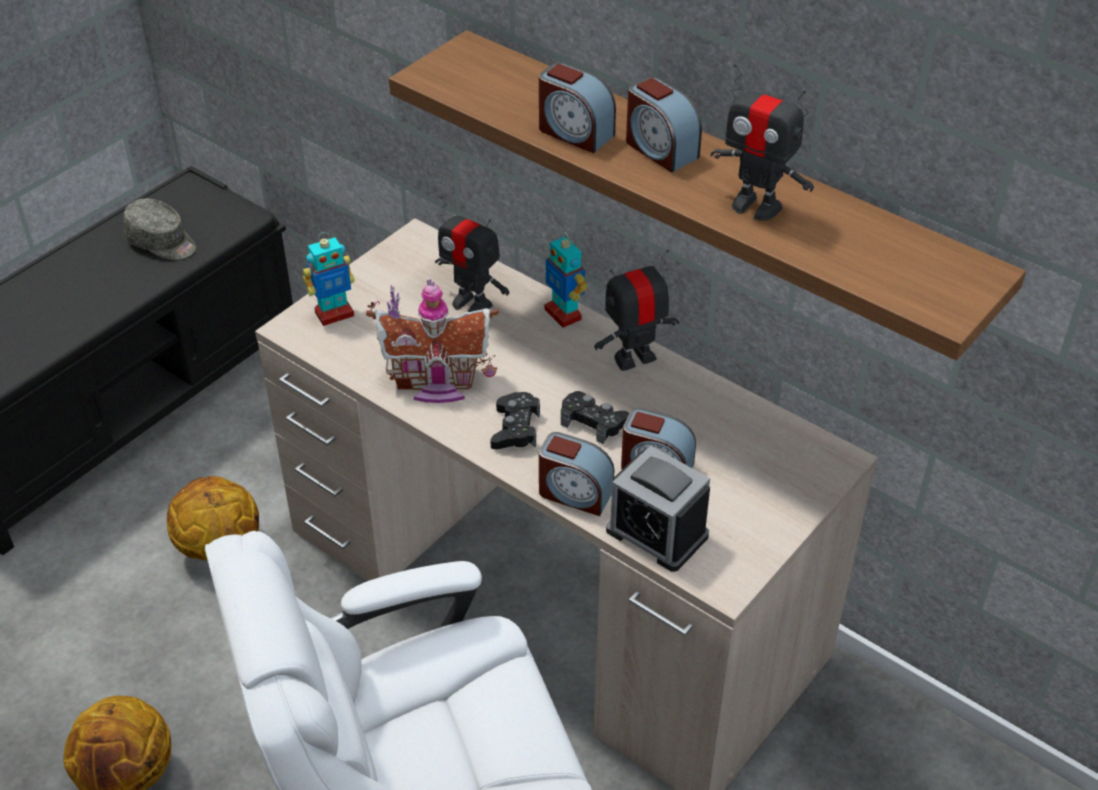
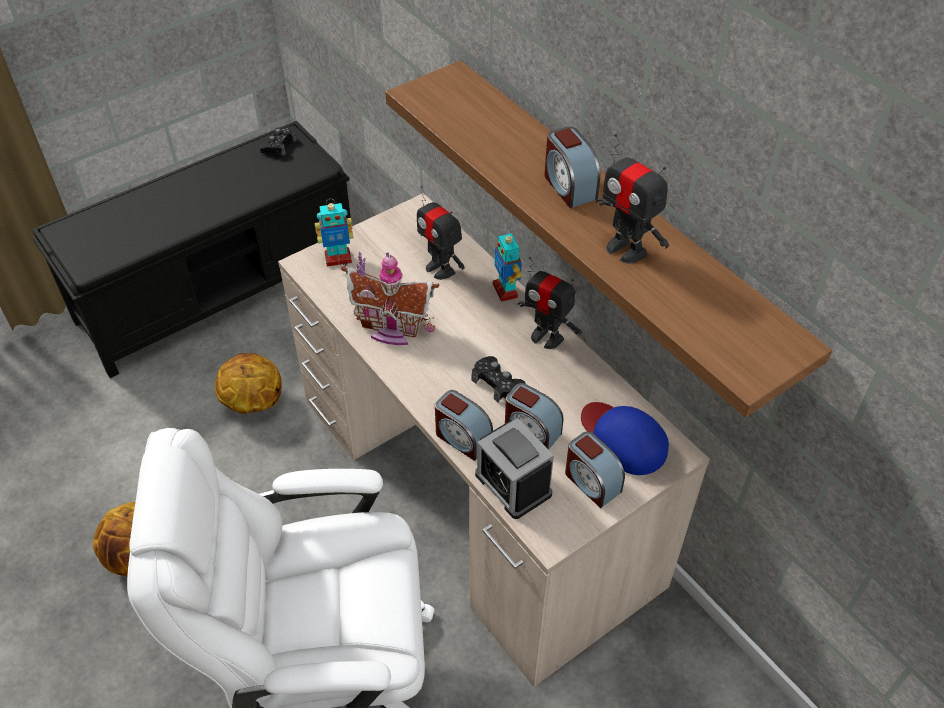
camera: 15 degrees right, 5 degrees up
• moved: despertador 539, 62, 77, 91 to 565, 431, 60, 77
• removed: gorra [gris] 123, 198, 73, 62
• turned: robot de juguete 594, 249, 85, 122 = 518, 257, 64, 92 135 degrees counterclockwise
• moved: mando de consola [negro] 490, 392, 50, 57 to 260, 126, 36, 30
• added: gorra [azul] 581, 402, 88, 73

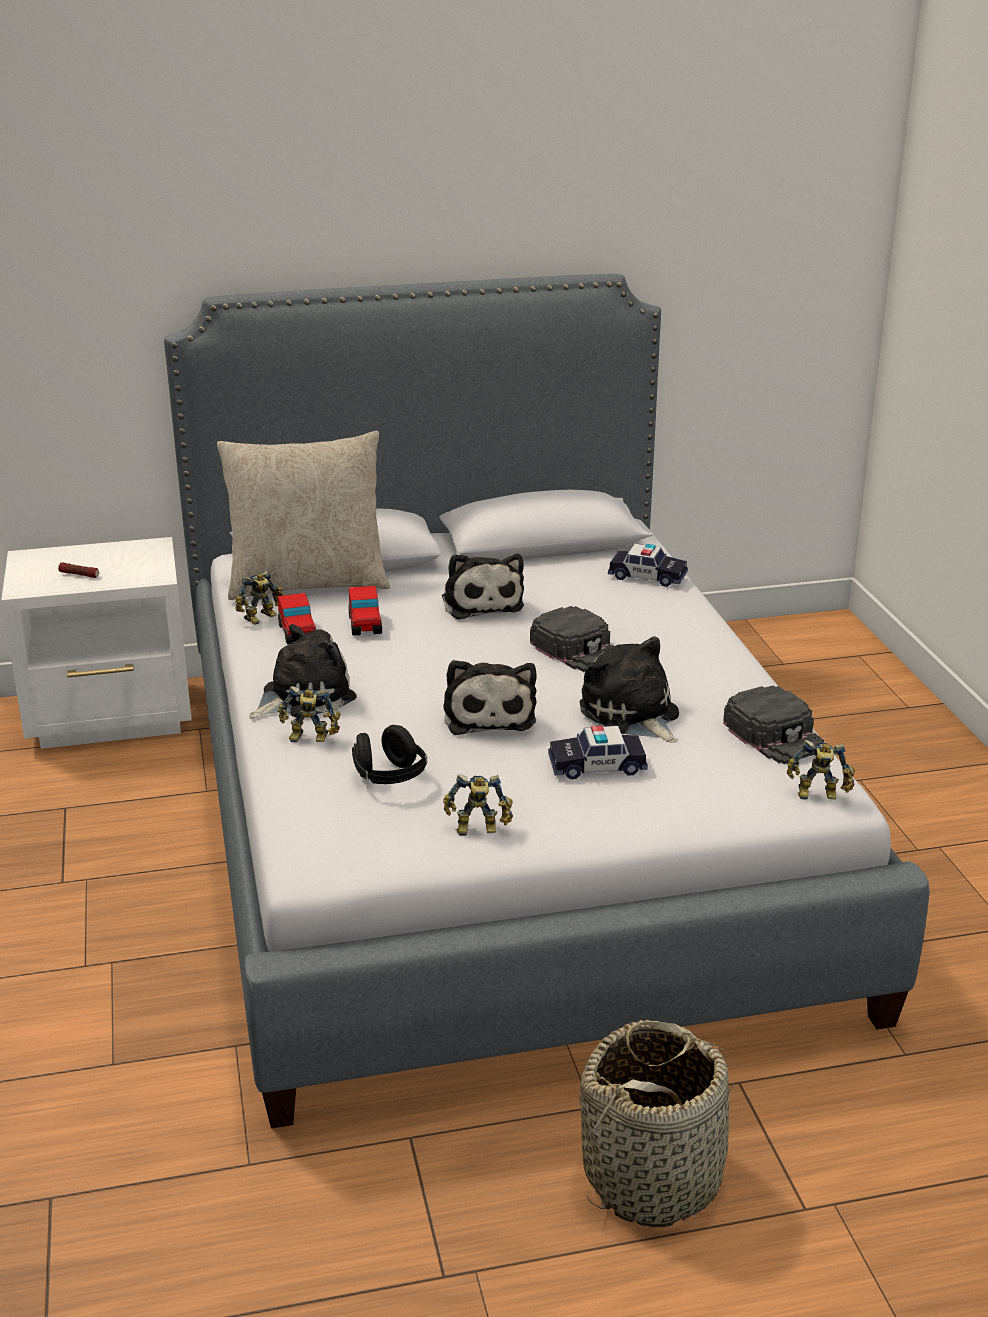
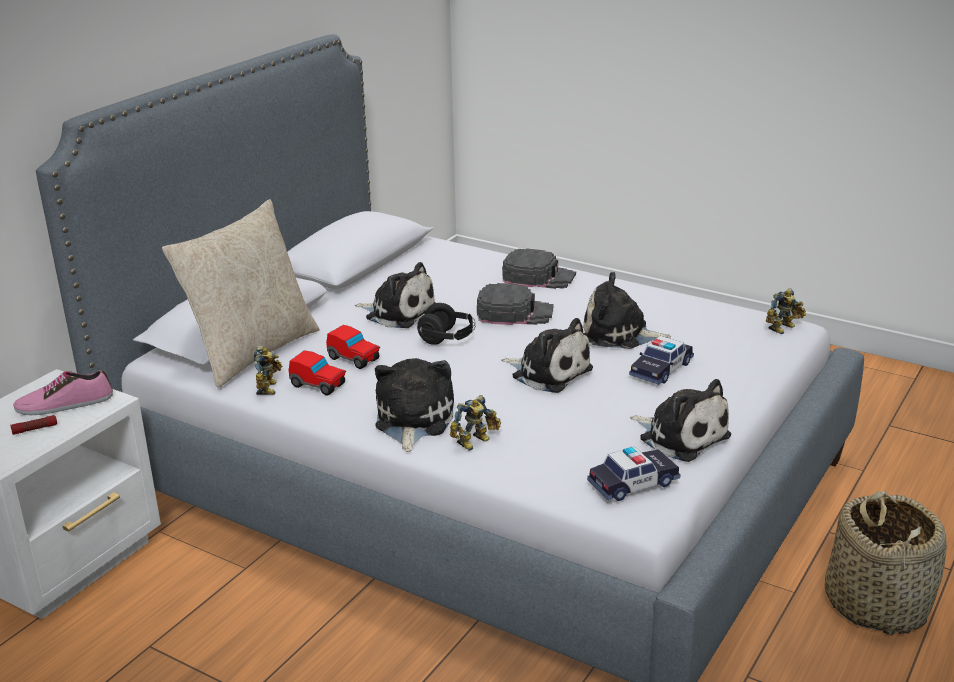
camera: 45 degrees left, 0 degrees up
• moved: coche de juguete 608, 544, 80, 43 to 587, 447, 94, 54
• moved: gorra [negro] 723, 685, 101, 79 to 502, 248, 74, 41
• moved: auriculares [negro] 352, 725, 75, 59 to 417, 303, 58, 42
• replaced: robot de juguete 443, 774, 70, 62 to peluche 630, 379, 101, 83
• added: zapato 13, 370, 100, 45

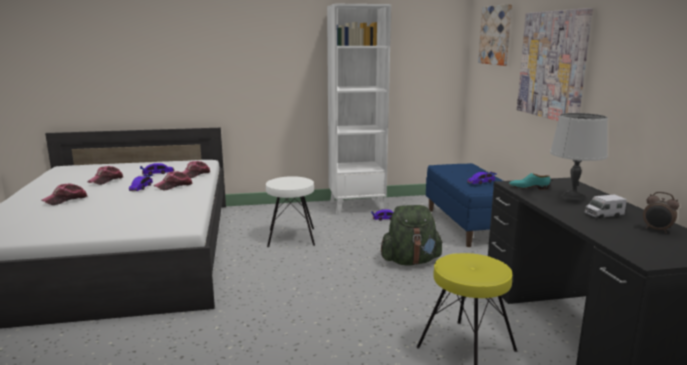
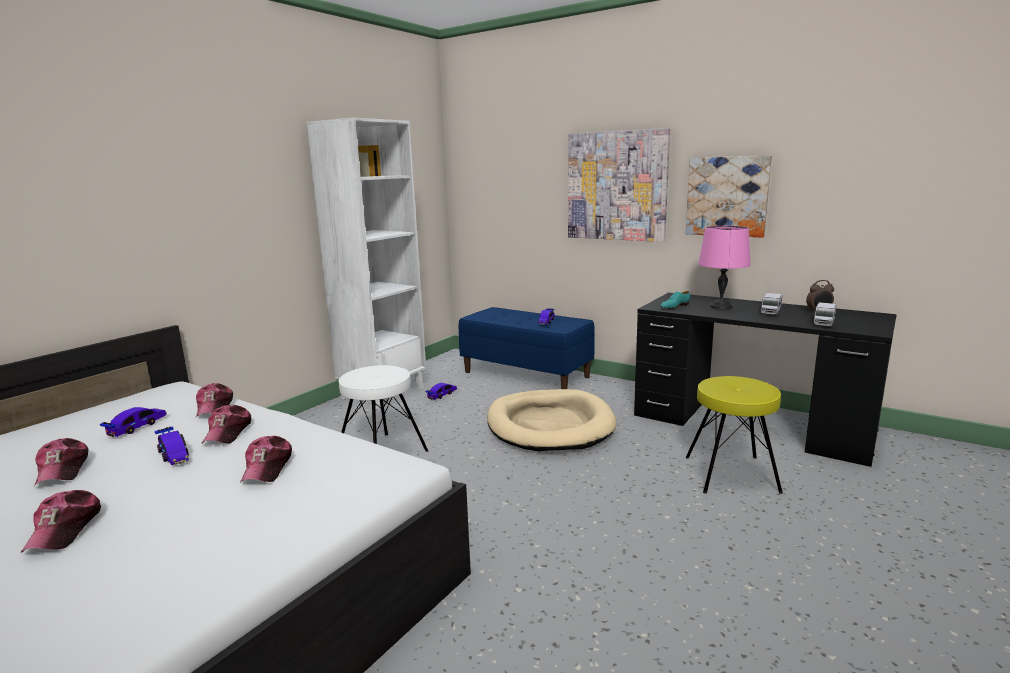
camera: 45 degrees left, 0 degrees up
• moved: cuadro 478, 4, 34, 62 to 686, 155, 86, 83
• recoloured: lámpara de mesa [gris] 550, 113, 58, 89 to lámpara de mesa [rosa] 698, 226, 53, 83
• replaced: mochila [verde] 381, 205, 62, 60 to cama para perro [beis] 487, 389, 130, 62
• added: camión de juguete 813, 302, 24, 25
• added: gorra 240, 436, 52, 46

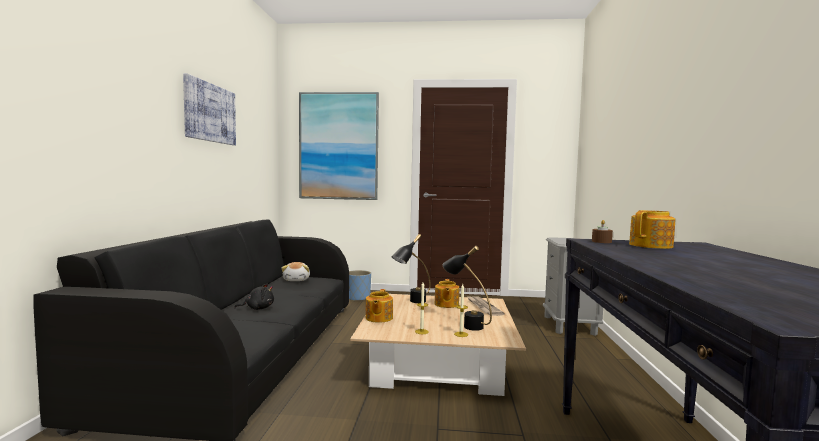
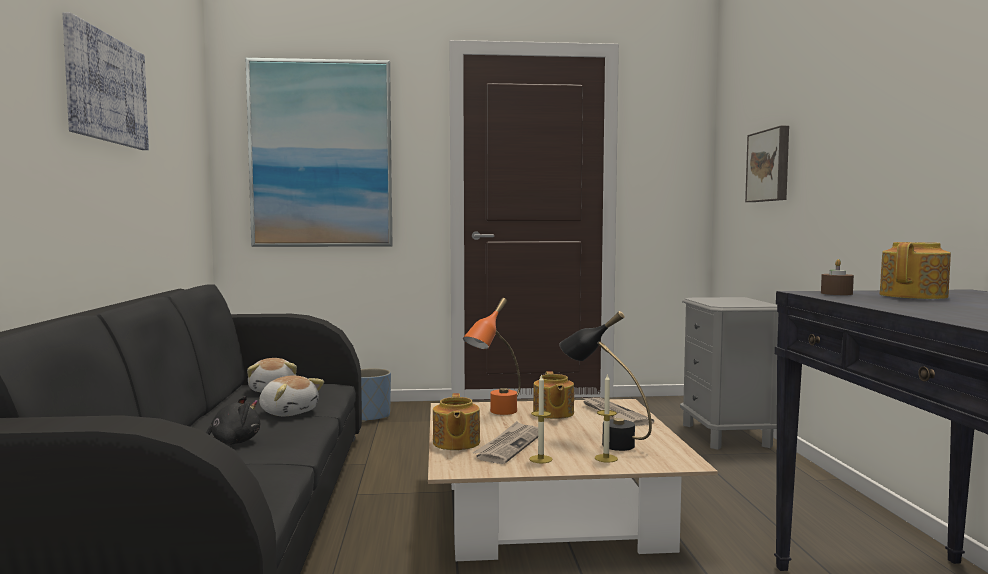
camera: 10 degrees left, 0 degrees up
• recoloured: lámpara de mesa [negro] 391, 234, 40, 69 to lámpara de mesa [naranja] 463, 298, 58, 117
• added: cuadro 745, 126, 44, 76
• added: peluche 259, 375, 65, 41
• added: periódico 472, 421, 66, 43

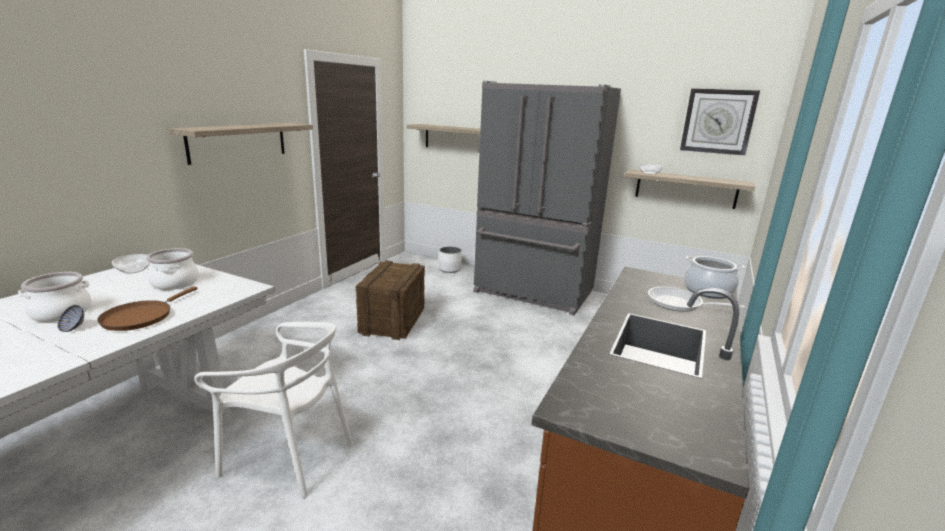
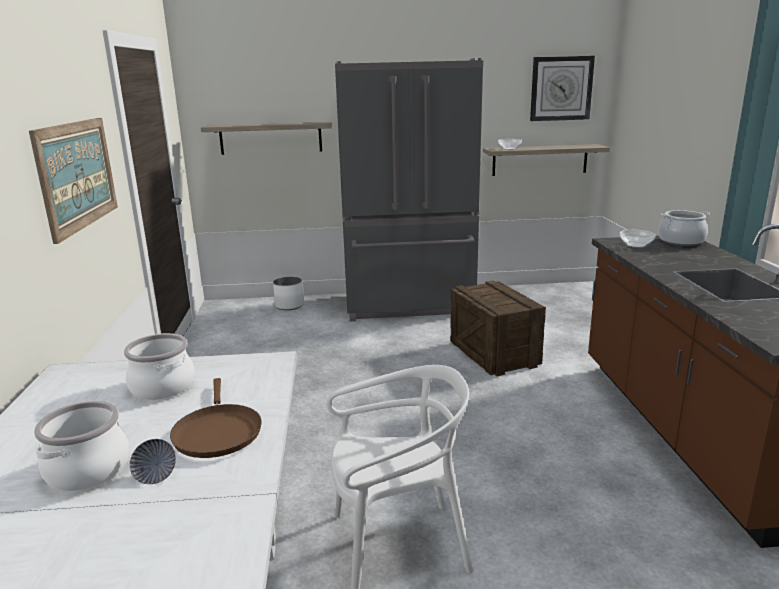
camera: 30 degrees left, 0 degrees up
• replaced: estante 169, 123, 144, 42 to cuadro 29, 118, 89, 126
• moved: cuenco 112, 254, 37, 20 to 620, 230, 36, 18
• moved: caja de embalaje 356, 261, 69, 79 to 450, 280, 96, 96
• removed: sartén 648, 287, 97, 25

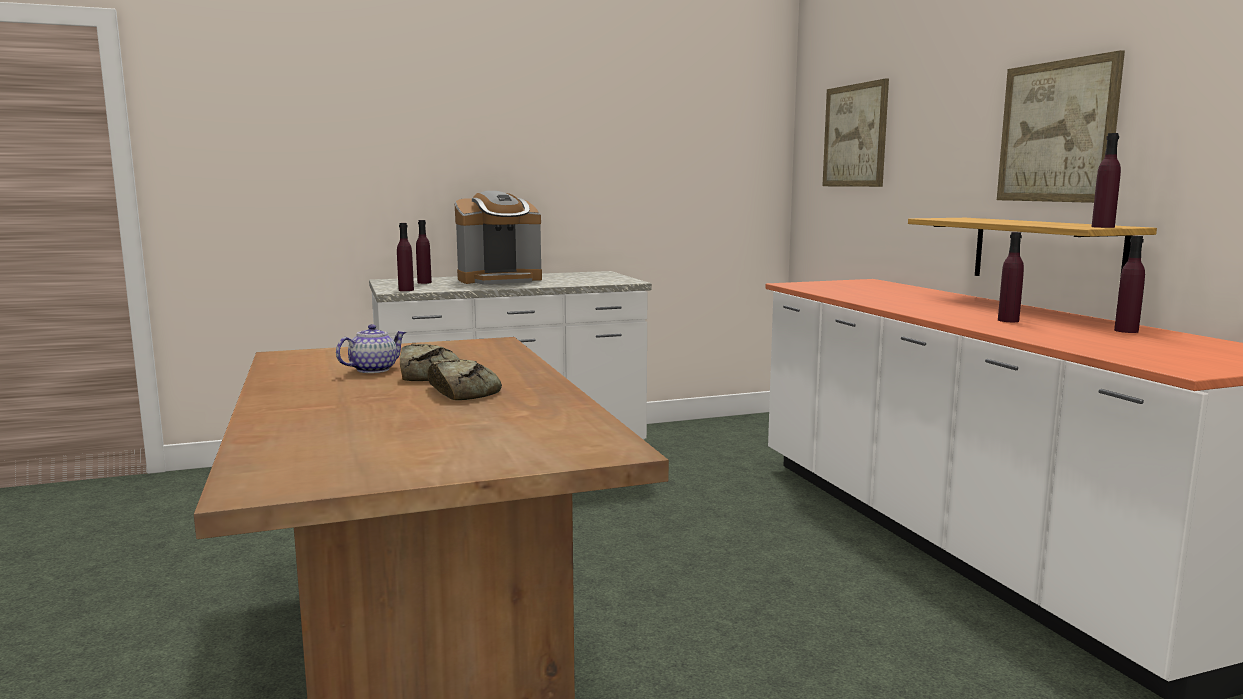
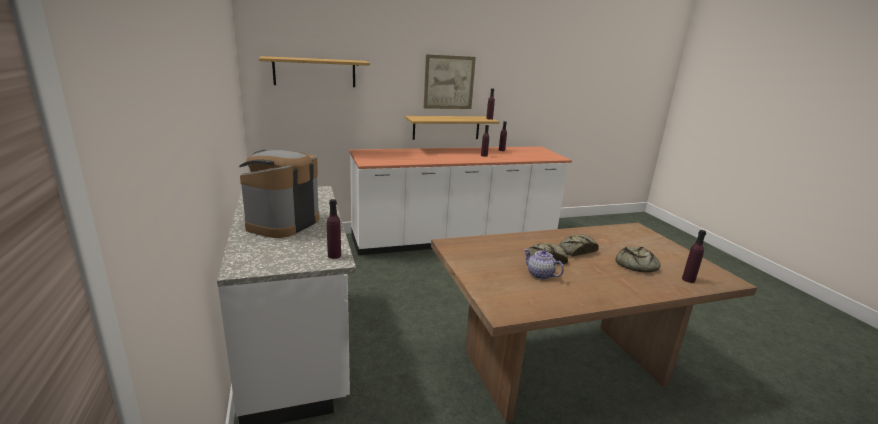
camera: 90 degrees left, 10 degrees up
• replaced: cuadro 822, 78, 67, 109 to estante 259, 56, 111, 31
• turned: cafetera 455, 191, 87, 94 = 239, 150, 81, 88 135 degrees counterclockwise
• moved: botella [morado] 416, 220, 16, 64 to 682, 230, 24, 53
• added: pan 615, 247, 45, 25

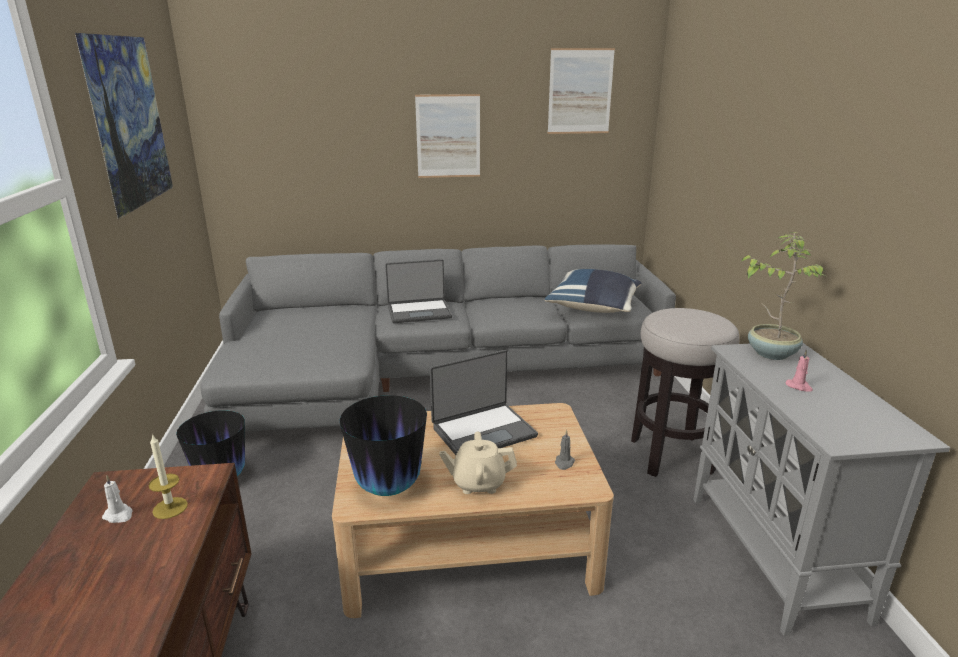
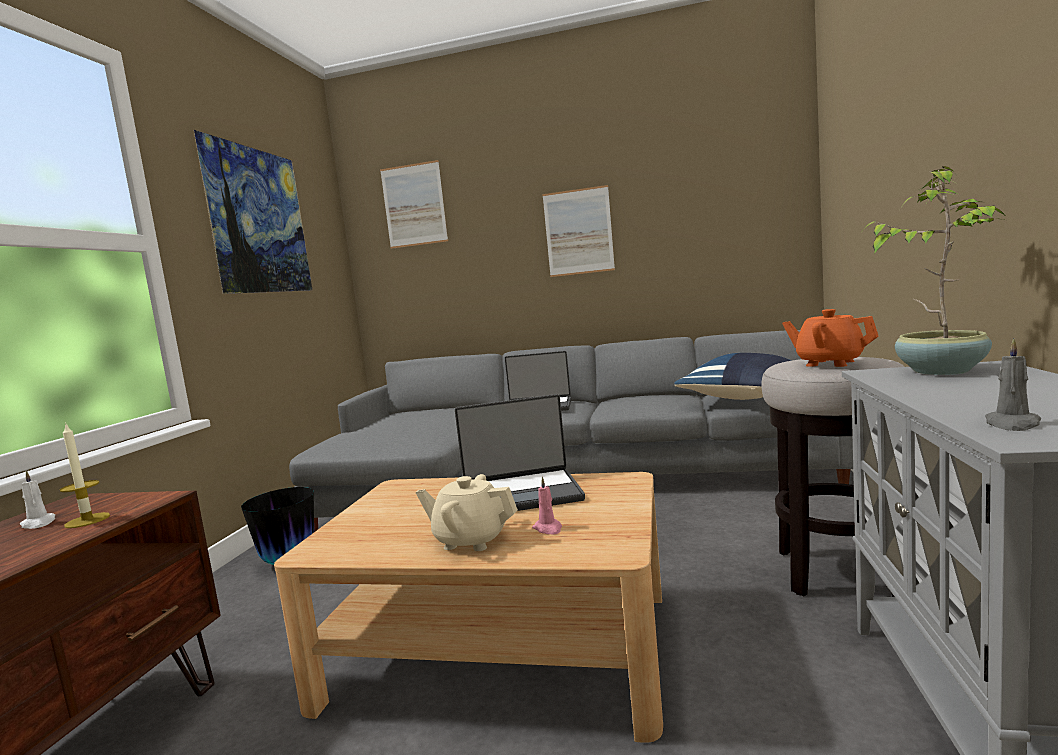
camera: 20 degrees right, 15 degrees down
• moved: cuadro 548, 48, 67, 86 to 380, 160, 68, 89
• moved: vela [rosa] 786, 350, 27, 41 to 532, 476, 30, 58
• removed: florero 340, 395, 87, 101
• moved: vela [gris] 555, 430, 20, 40 to 985, 338, 56, 93
• added: tetera [naranja] 782, 309, 97, 58

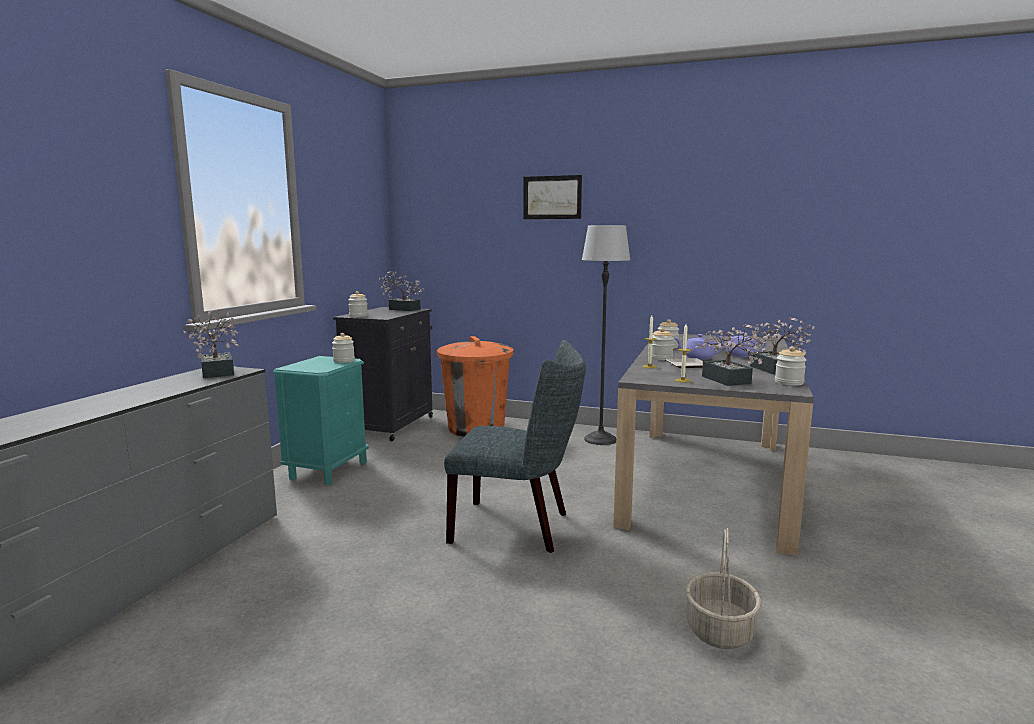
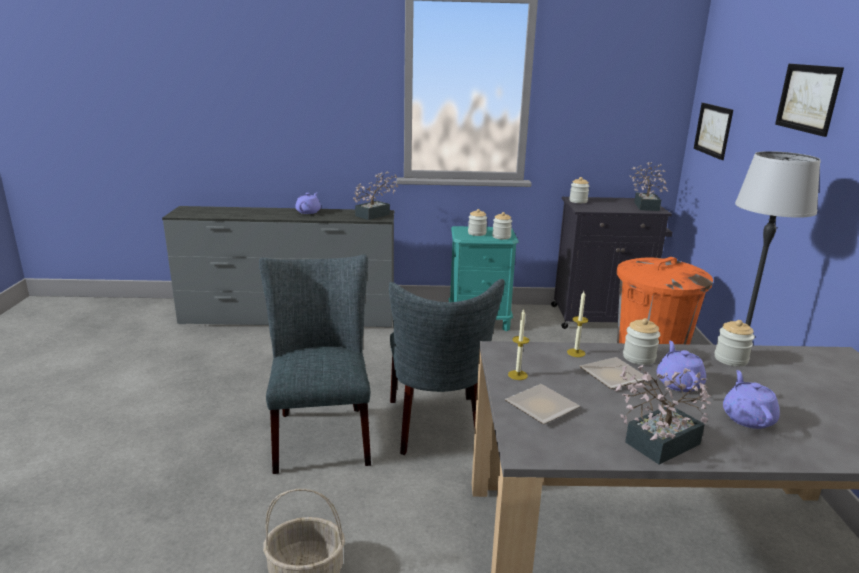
camera: 70 degrees right, 10 degrees up
• replaced: planta en maceta 695, 324, 76, 62 to plato 505, 384, 75, 40
• moved: tarro 775, 346, 32, 40 to 468, 209, 19, 27
• added: cuadro 694, 103, 39, 57
• added: tetera [morado] 295, 192, 26, 22
• added: silla [gris] 259, 255, 112, 219

